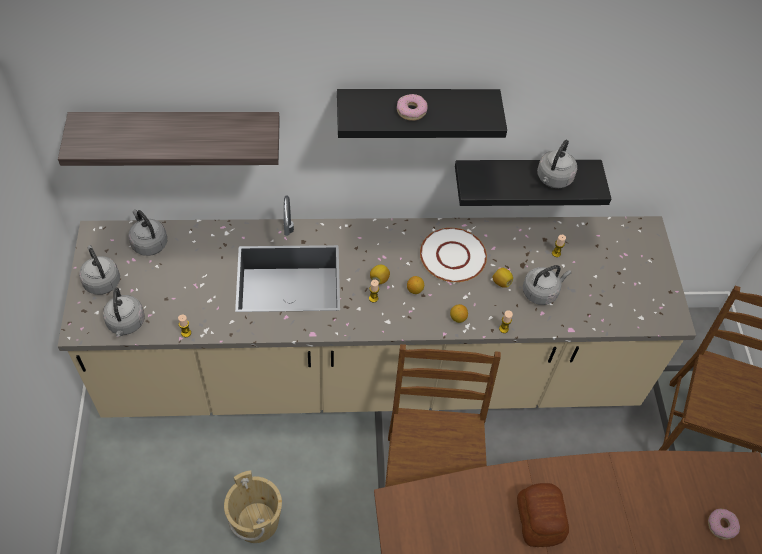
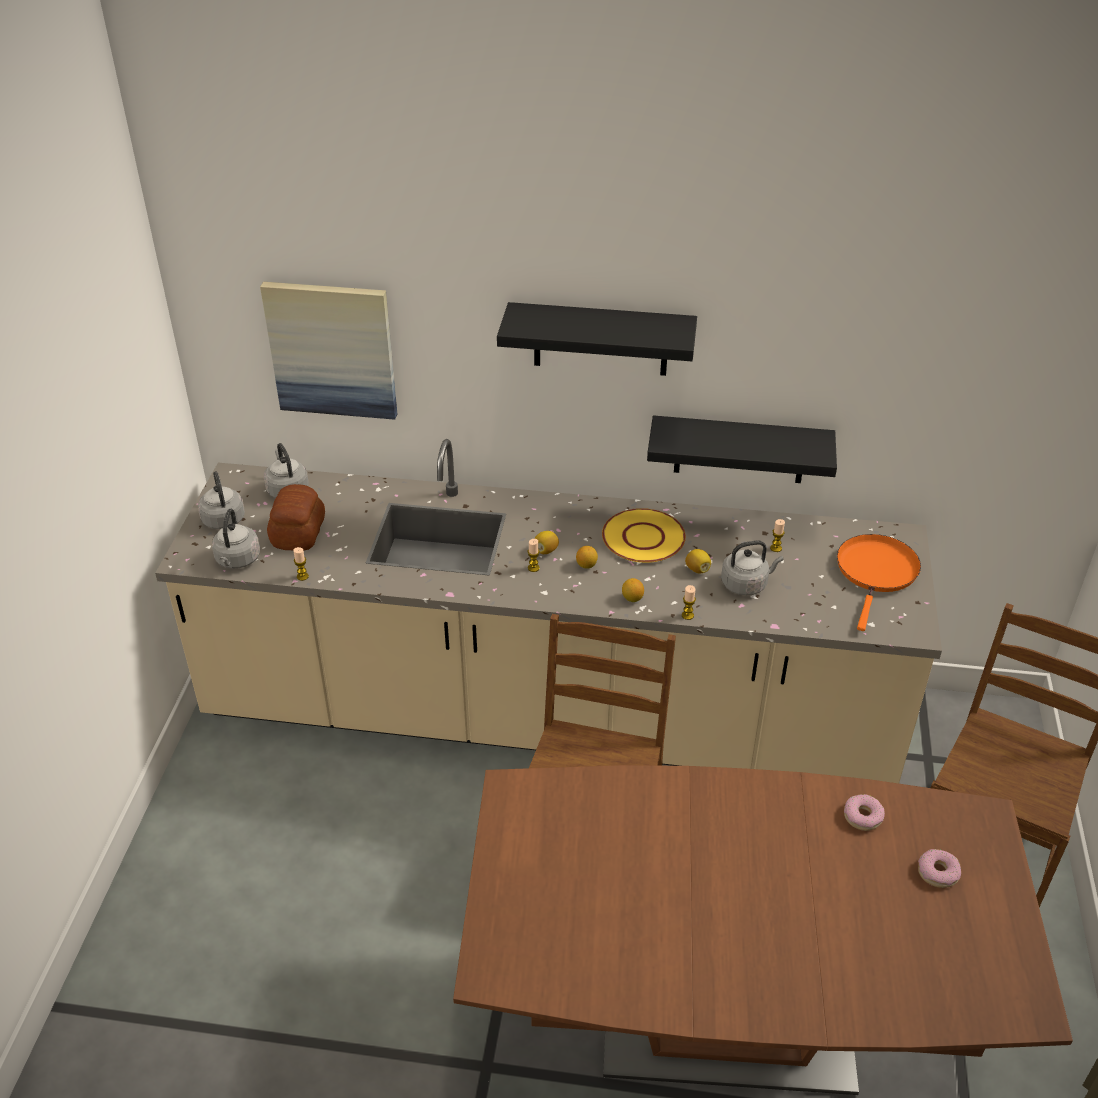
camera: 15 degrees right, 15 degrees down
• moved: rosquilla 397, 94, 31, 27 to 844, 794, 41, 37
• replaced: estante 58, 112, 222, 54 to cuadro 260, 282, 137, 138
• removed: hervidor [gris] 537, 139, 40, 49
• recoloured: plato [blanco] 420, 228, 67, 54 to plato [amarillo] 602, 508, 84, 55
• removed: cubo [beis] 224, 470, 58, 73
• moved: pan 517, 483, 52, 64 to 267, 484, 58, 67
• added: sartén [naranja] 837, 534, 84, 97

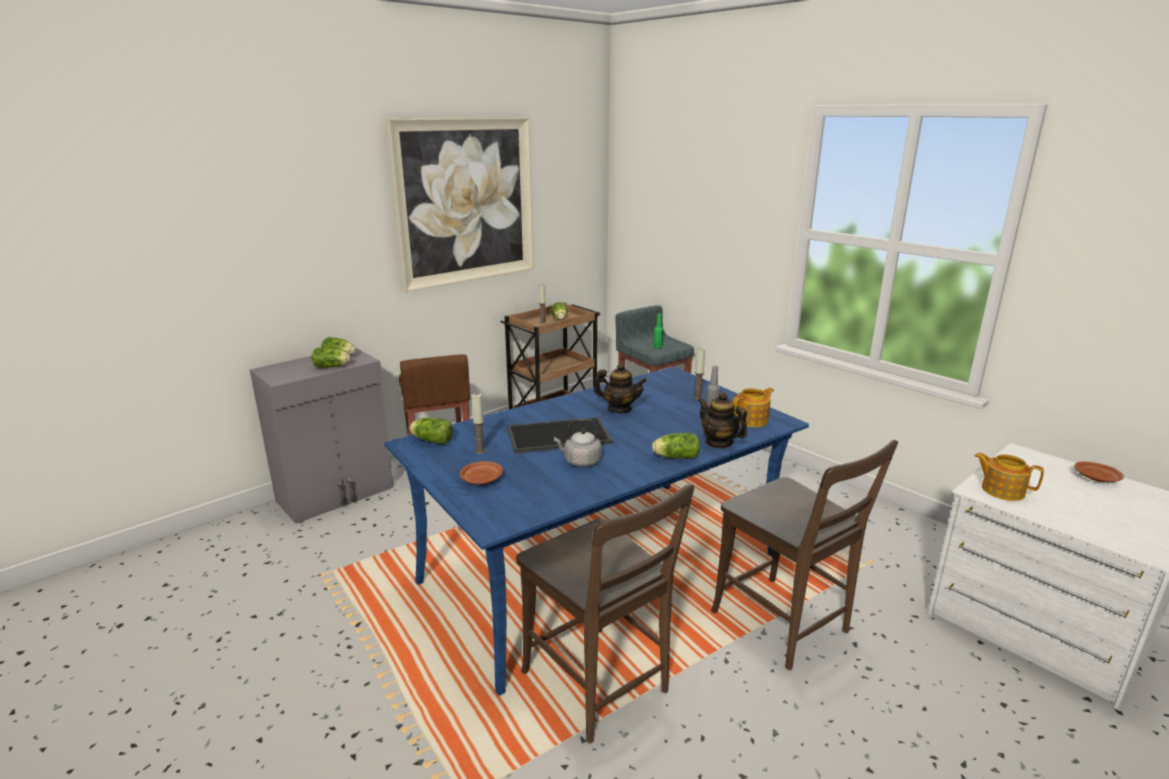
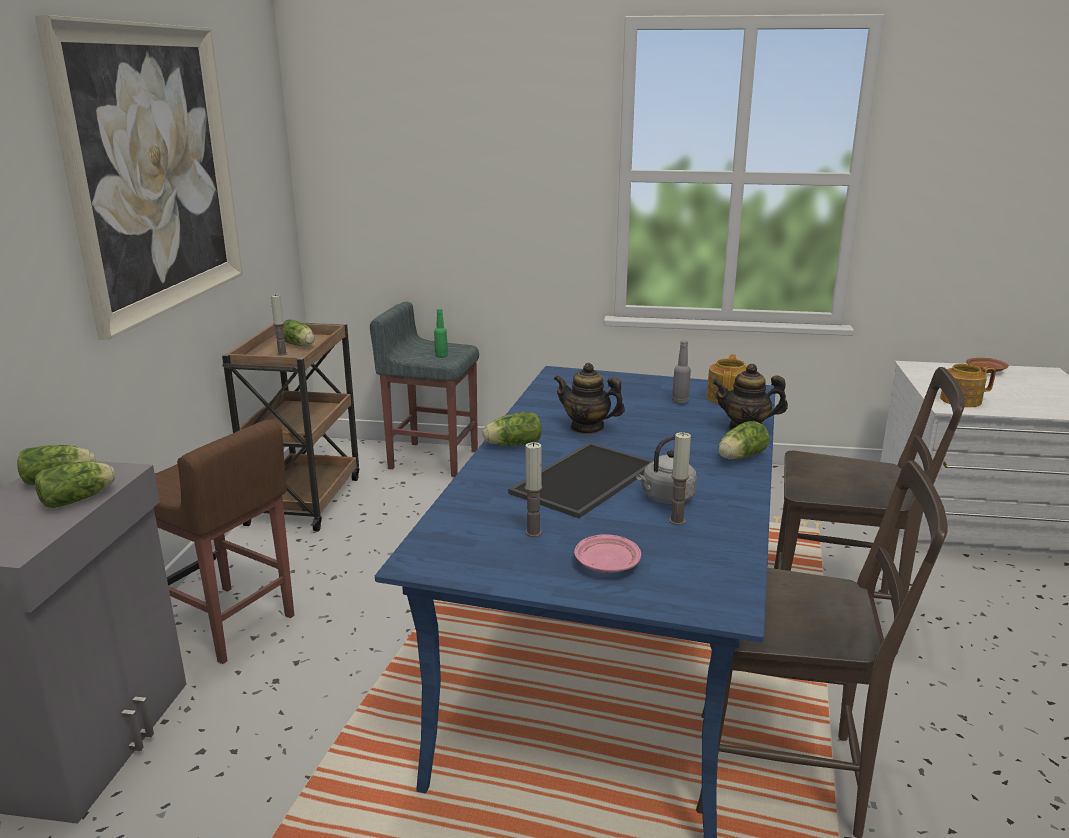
camera: 40 degrees left, 0 degrees up
• moved: vela 693, 348, 12, 52 to 669, 432, 22, 93
• turned: tetera 594, 363, 53, 50 = 554, 363, 71, 71 135 degrees counterclockwise
• moved: lechuga 409, 418, 44, 26 to 483, 412, 58, 34
• recoloured: plato [marrón] 460, 461, 43, 23 to plato [rosa] 574, 534, 67, 39

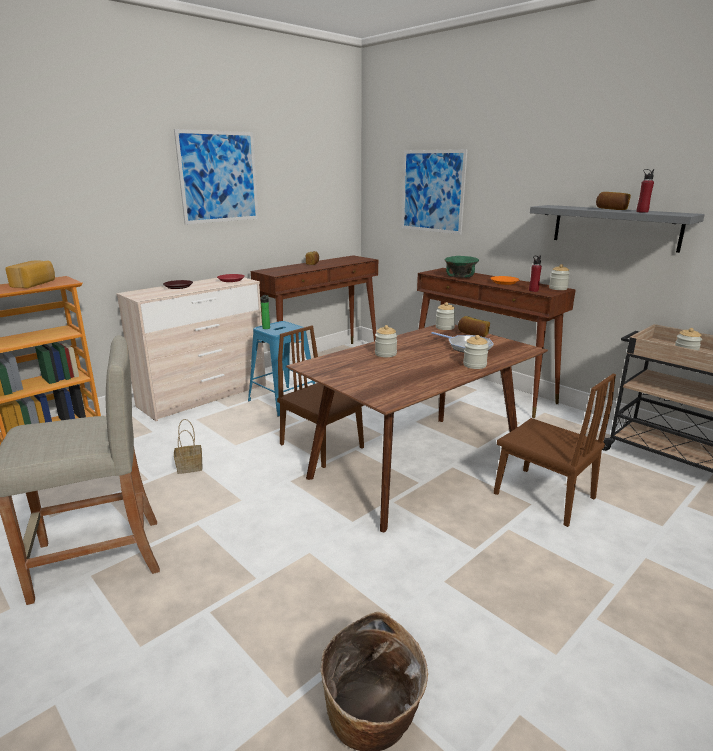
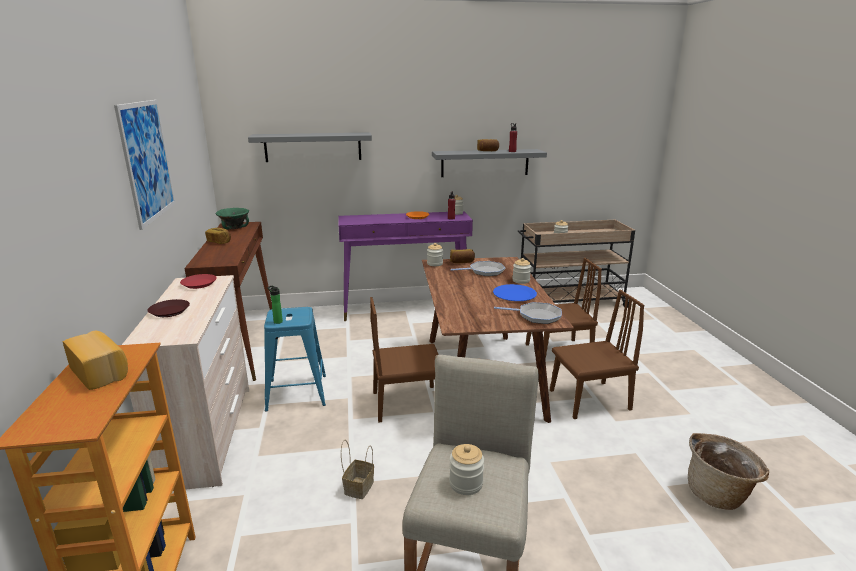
camera: 55 degrees left, 0 degrees up
• replaced: cuadro 402, 149, 65, 86 to estante [gris] 248, 132, 124, 30
• moved: cuenco [verde] 445, 256, 34, 22 to 216, 208, 33, 21
• recoloured: mesa consola [marrón] 417, 268, 159, 150 to mesa consola [morado] 339, 211, 134, 110
• moved: tarro 375, 325, 22, 32 to 449, 444, 35, 51
• added: plato [azul] 493, 284, 44, 17
• added: silla [marrón] 550, 290, 94, 129
• added: sartén 494, 302, 68, 22

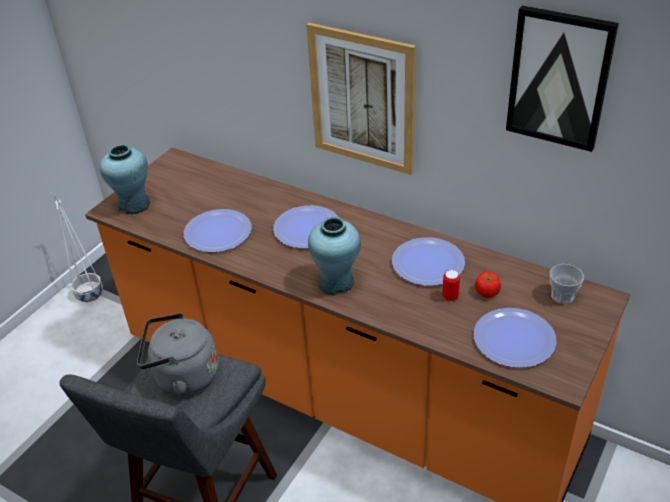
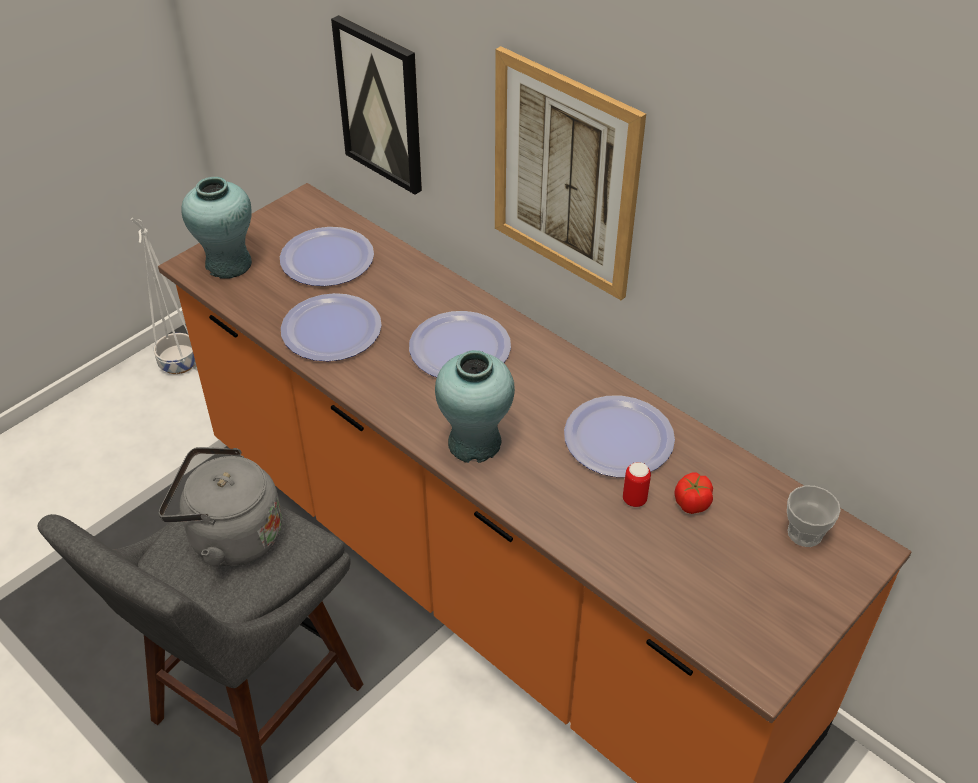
camera: 10 degrees right, 5 degrees up
• moved: cuadro 506, 5, 113, 147 to 331, 15, 91, 180
• moved: plato 474, 308, 83, 60 to 280, 227, 94, 59

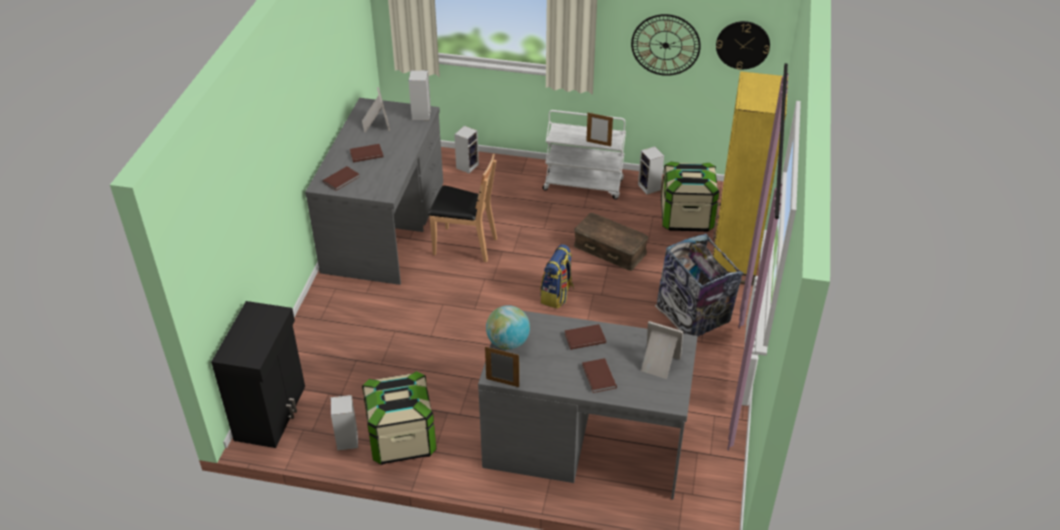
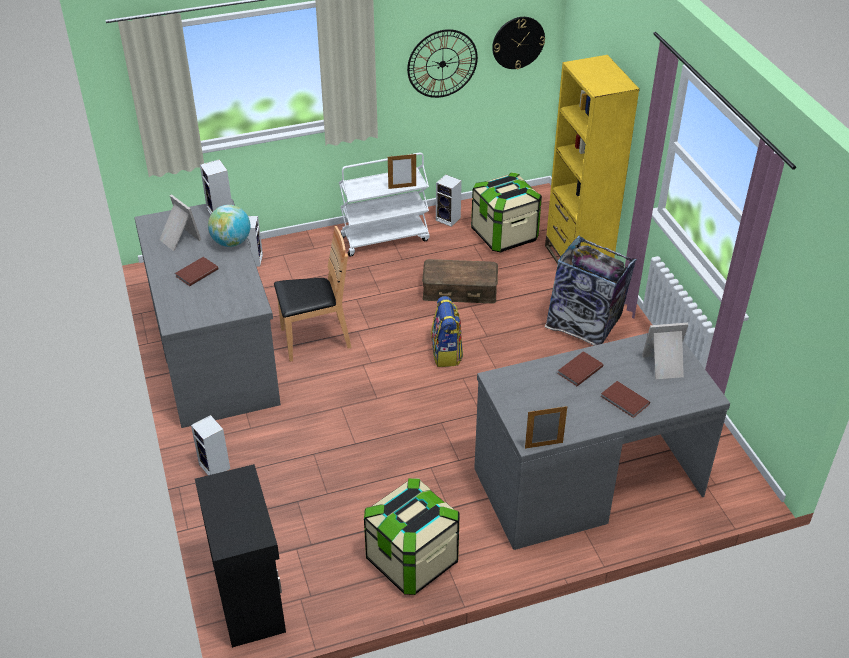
camera: 30 degrees left, 0 degrees up
• removed: libro [marrón] 323, 166, 36, 25
• moved: globo terráqueo 486, 305, 44, 45 to 208, 205, 42, 42
• moved: altavoz 330, 395, 28, 56 to 191, 415, 39, 60

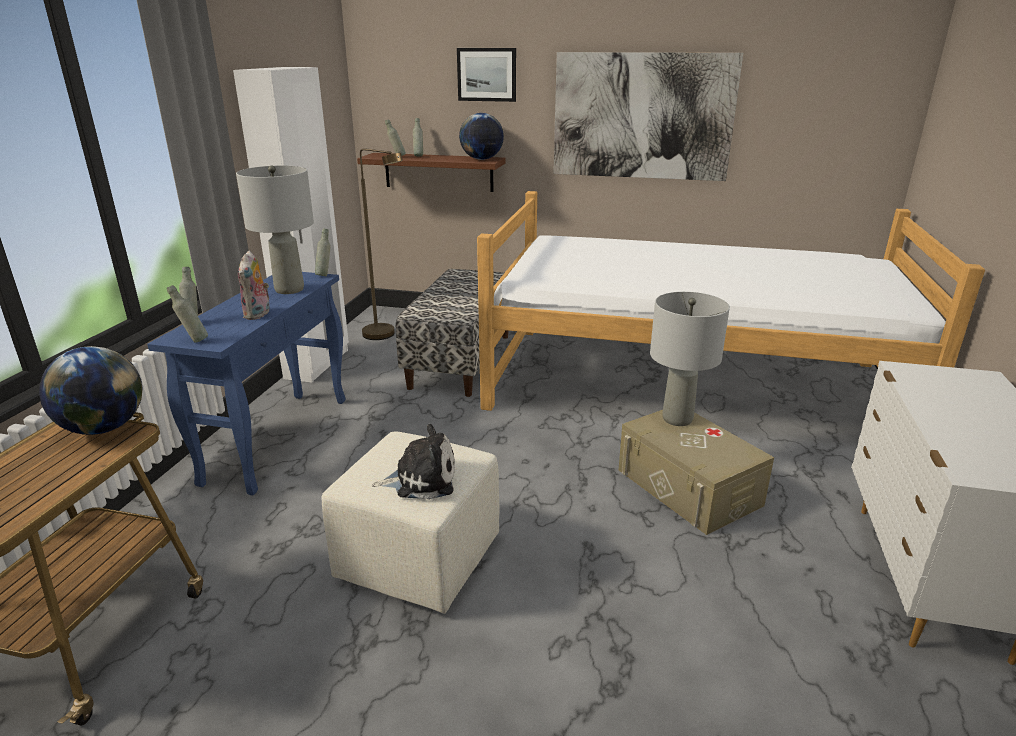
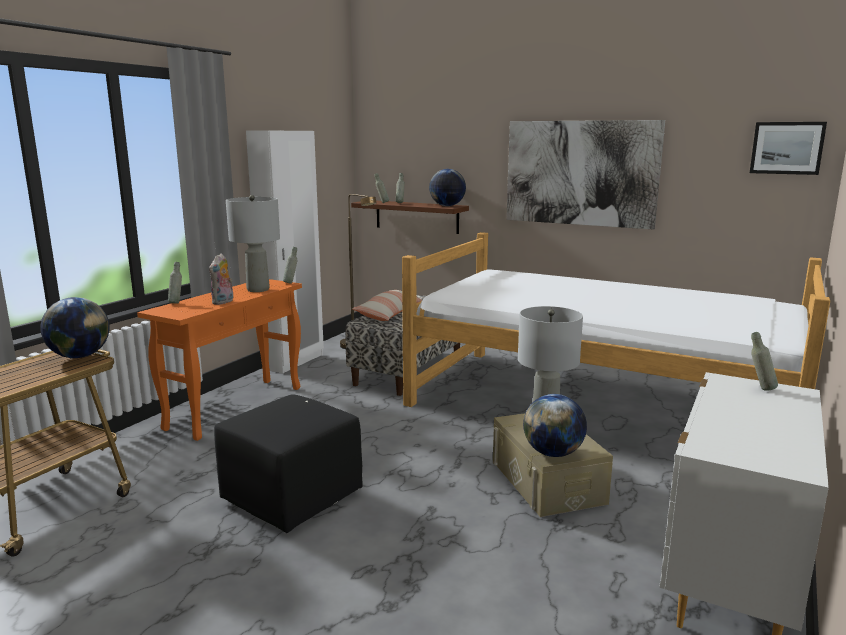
camera: 15 degrees right, 10 degrees down
• moved: cuadro 457, 48, 59, 54 to 750, 122, 77, 53
• recoloured: mesa consola [azul] 147, 272, 199, 223 to mesa consola [naranja] 137, 279, 165, 162
• moved: botella [gris] 167, 285, 41, 58 to 751, 332, 27, 59
• removed: peluche 371, 424, 84, 76
• recoloured: puf [beis] 321, 431, 179, 183 to puf [negro] 214, 394, 149, 139
• added: cojín 352, 290, 70, 31
• added: globo terráqueo 523, 394, 64, 63

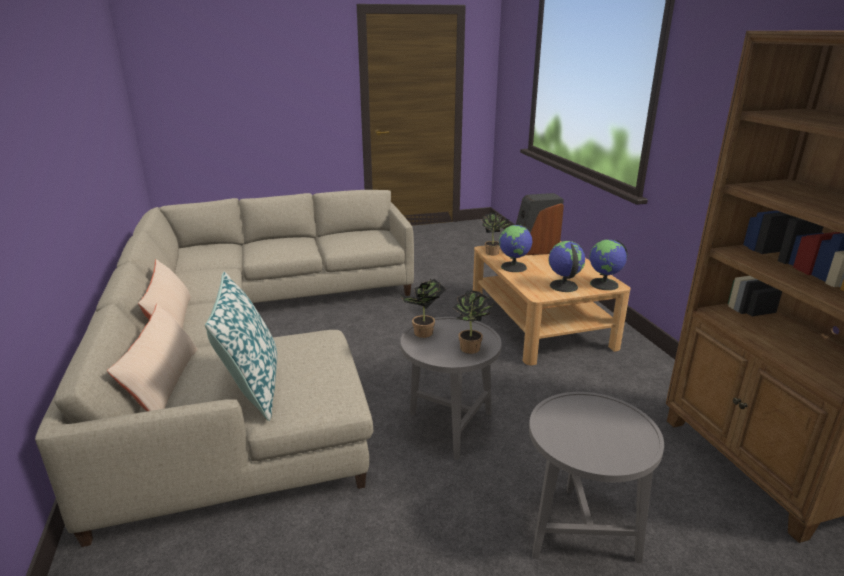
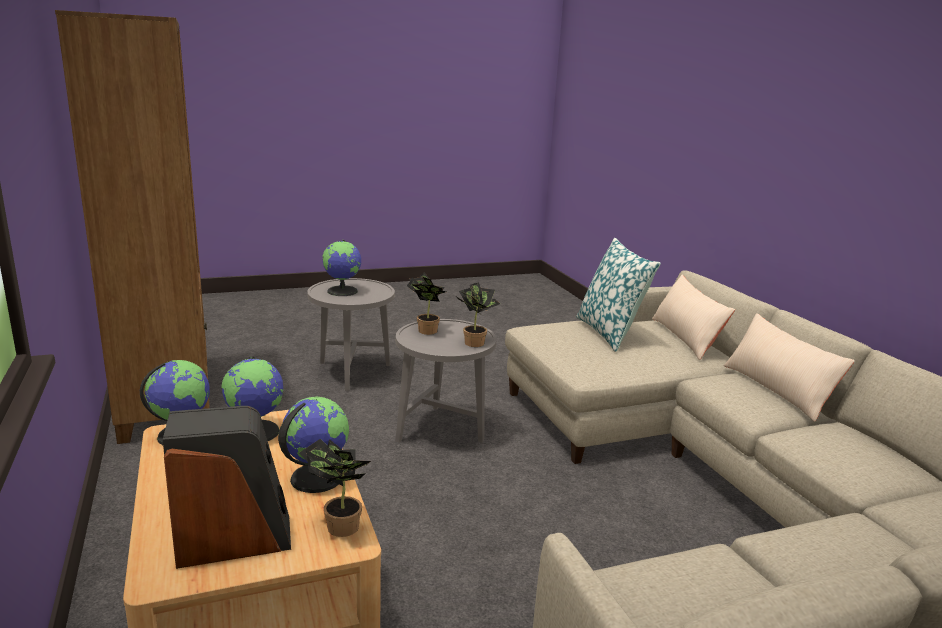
camera: 175 degrees right, 5 degrees down
• added: globo terráqueo 322, 240, 39, 56

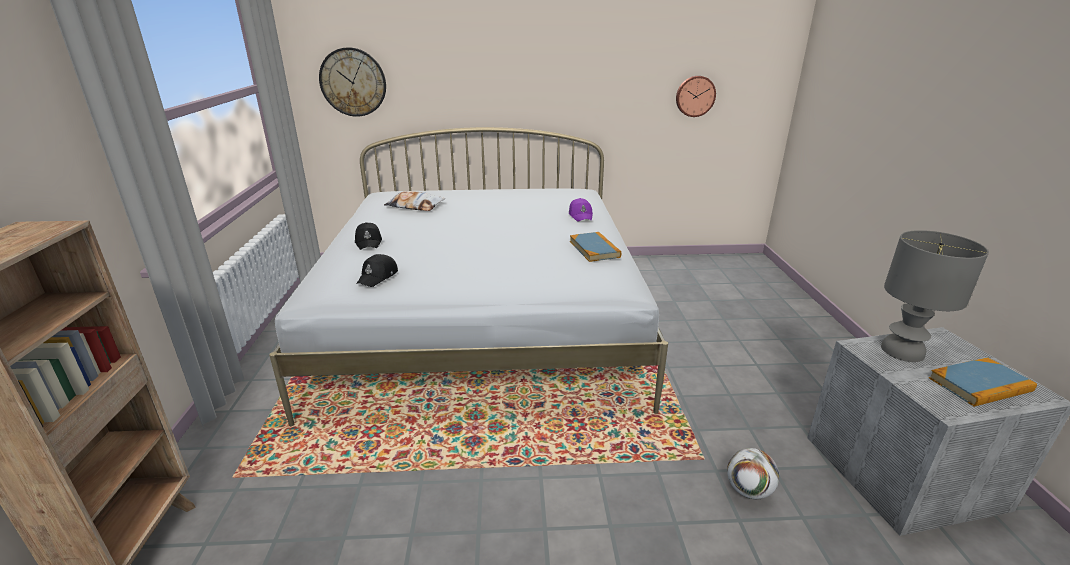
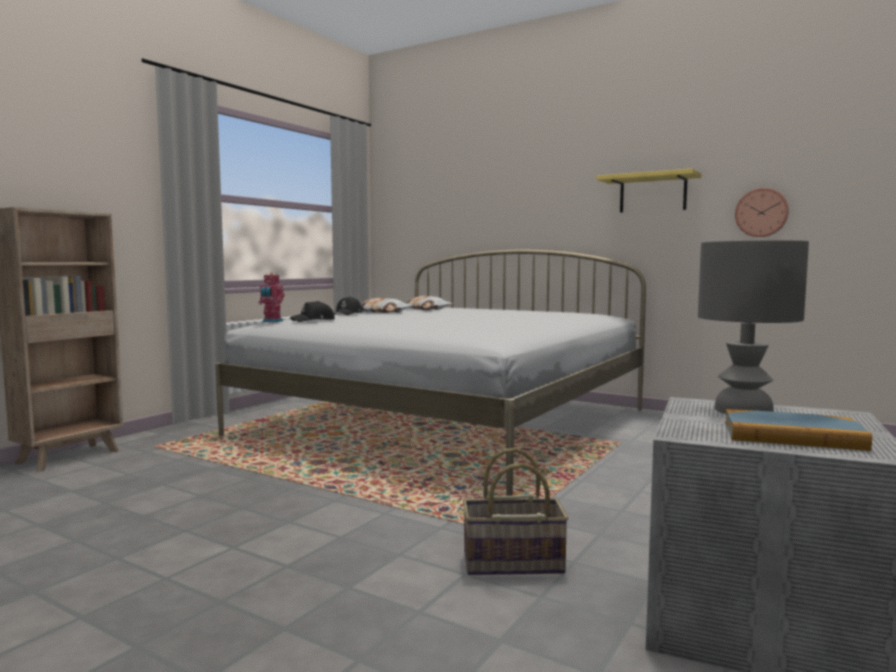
camera: 35 degrees right, 20 degrees down
• removed: reloj de pared 319, 47, 67, 70
• removed: gorra [morado] 569, 198, 24, 24
• removed: libro 570, 232, 51, 30
• replaced: balón de fútbol 727, 448, 52, 51 to cesta 463, 448, 106, 127
• added: estante [amarillo] 596, 168, 105, 45
• added: robot de juguete 258, 272, 27, 50
• added: cojín 361, 298, 52, 15

